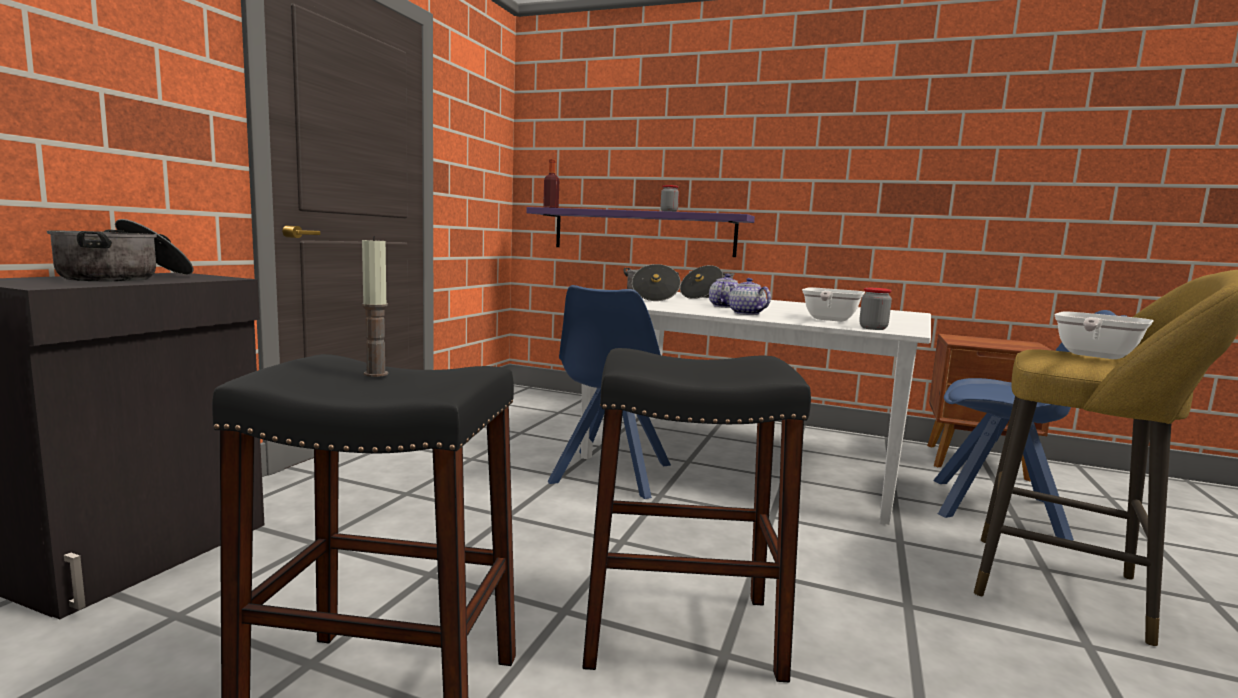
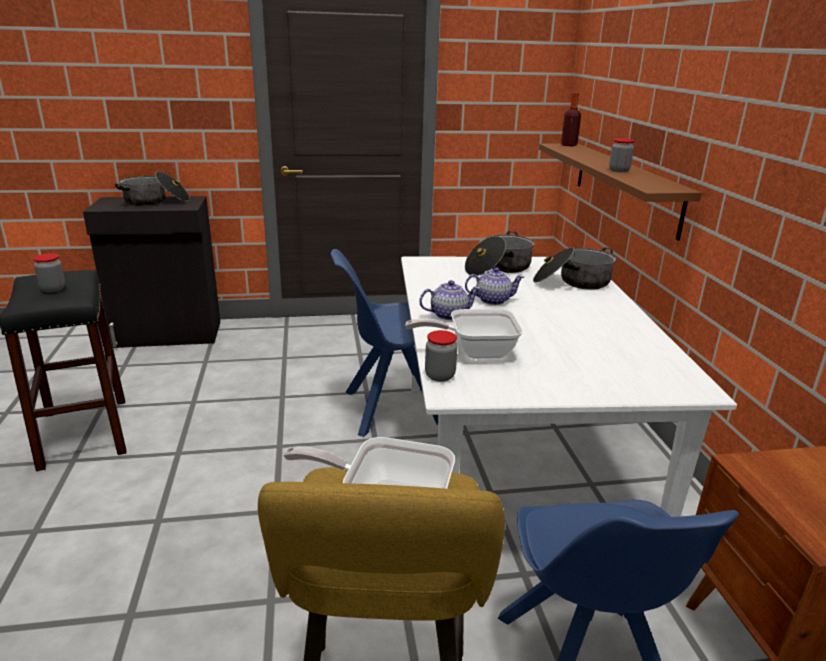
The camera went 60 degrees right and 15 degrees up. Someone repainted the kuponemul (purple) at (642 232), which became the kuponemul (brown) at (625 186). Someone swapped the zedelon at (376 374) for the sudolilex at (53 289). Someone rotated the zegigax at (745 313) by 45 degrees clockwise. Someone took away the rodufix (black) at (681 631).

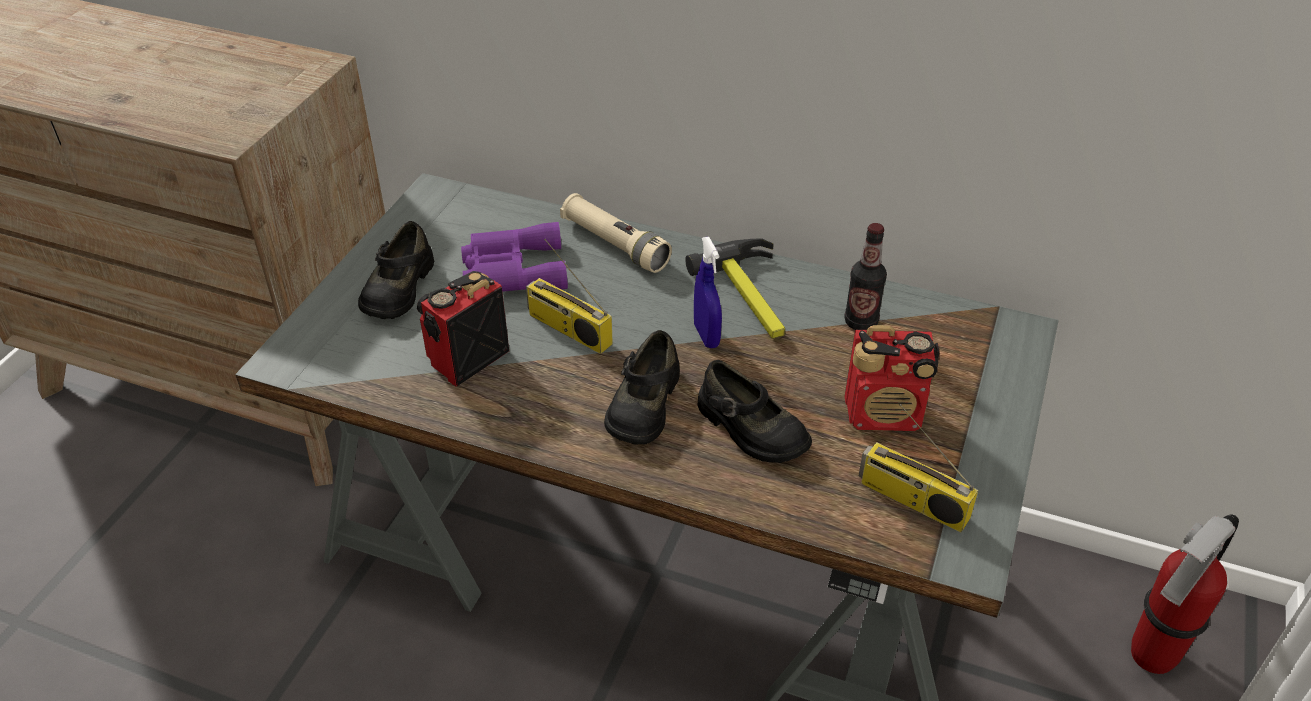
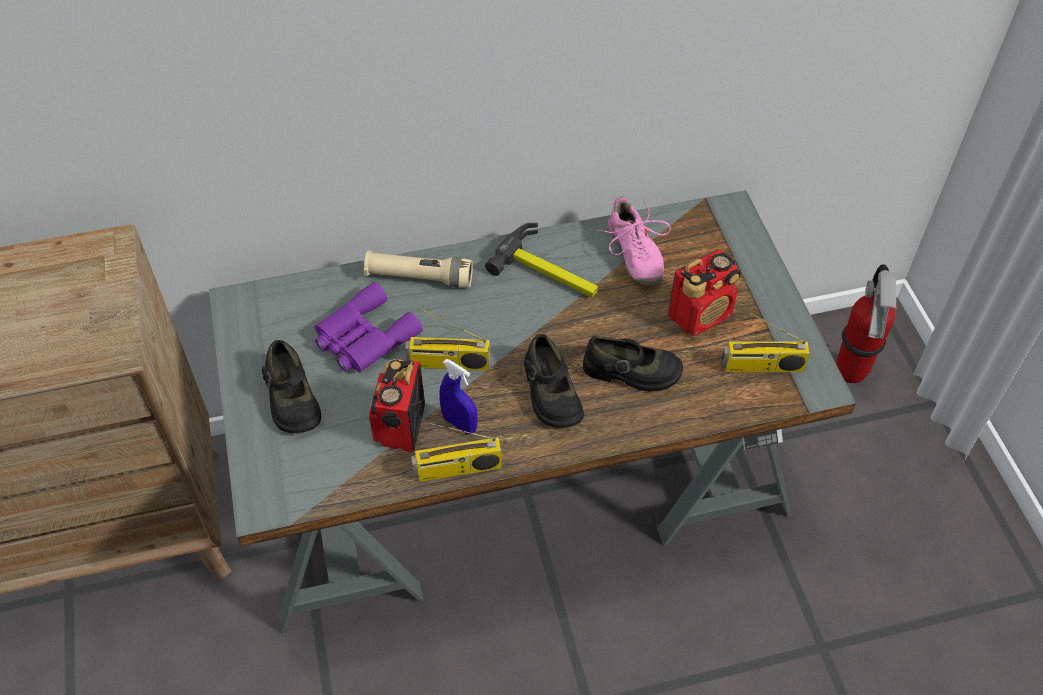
The camera went 35 degrees left and 10 degrees up. Someone swapped the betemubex at (861 322) for the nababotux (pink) at (633 254). Someone carried the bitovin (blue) from (706 336) to (459 424). Someone put down the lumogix at (457 469).

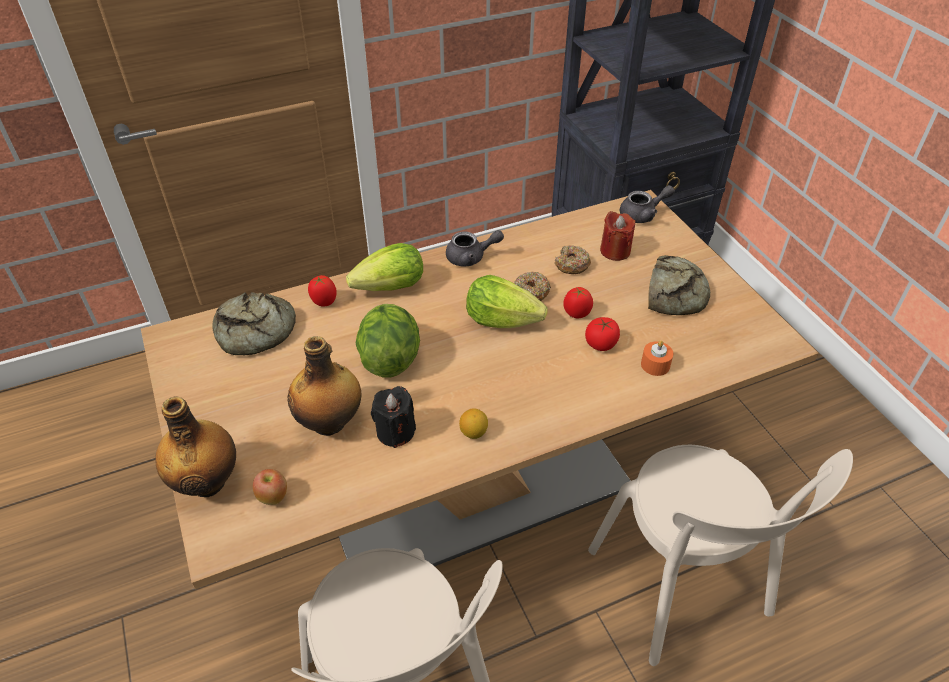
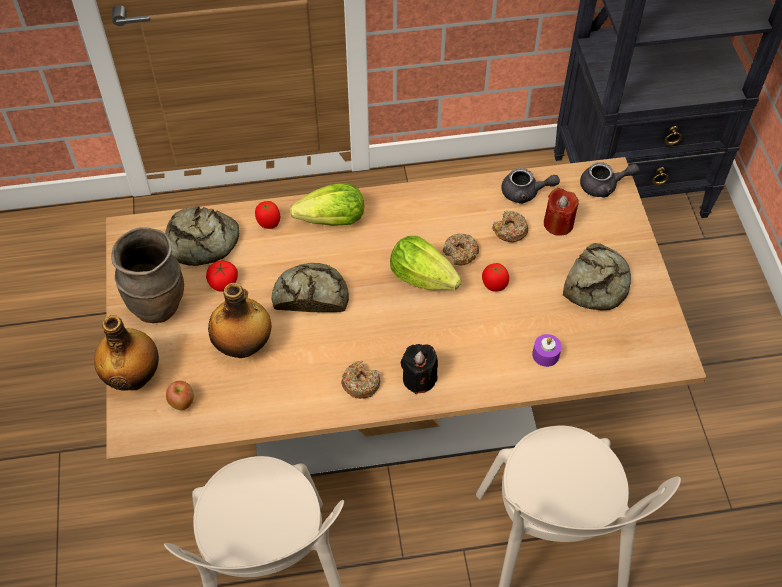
The camera went 15 degrees right and 10 degrees up. Someone carried the zegigax (grey) from (471 257) to (525 193). Someone swapped the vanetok at (389 358) for the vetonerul at (310 294). Someone carried the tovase from (601 344) to (223 283). Someone repainted the zedelon (orange) at (655 365), which became the zedelon (purple) at (545 355). Someone carried the zedelon (black) from (395 431) to (419 379). Someone swapped the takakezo at (474 432) for the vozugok at (360 383). Someone put down the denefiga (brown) at (158 306).

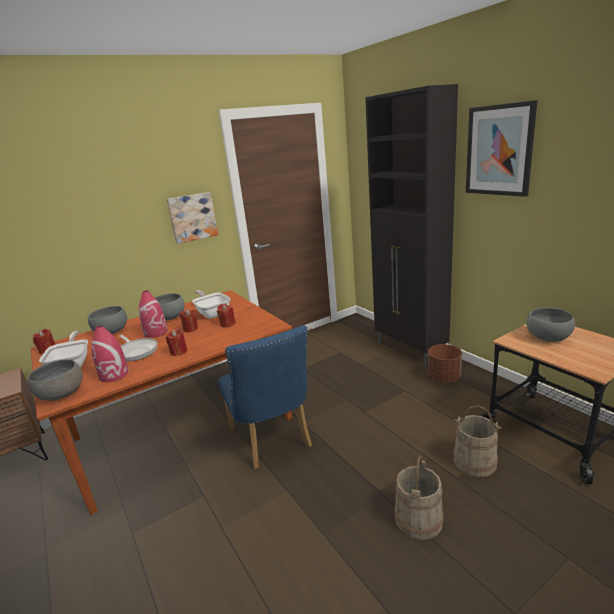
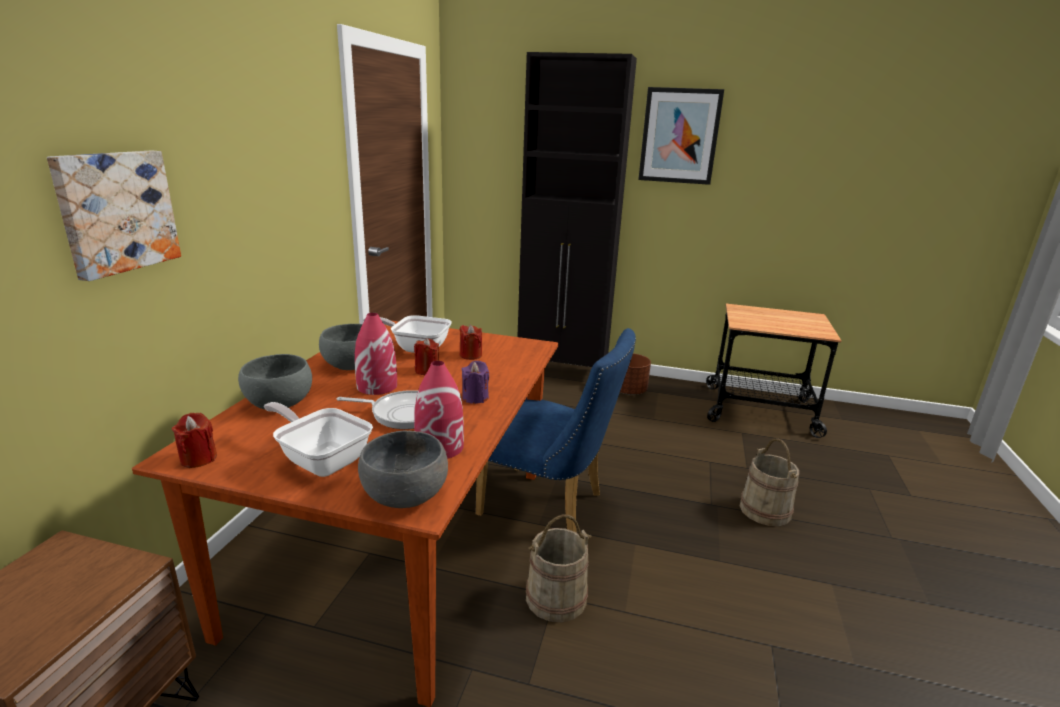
The camera went 45 degrees left and 0 degrees up. Someone carried the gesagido from (192 217) to (116 212). Someone took away the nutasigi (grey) at (547 337). Someone repainted the zedelon (red) at (178 352), which became the zedelon (purple) at (475 398). Someone carried the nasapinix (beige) from (474 461) to (556 597).

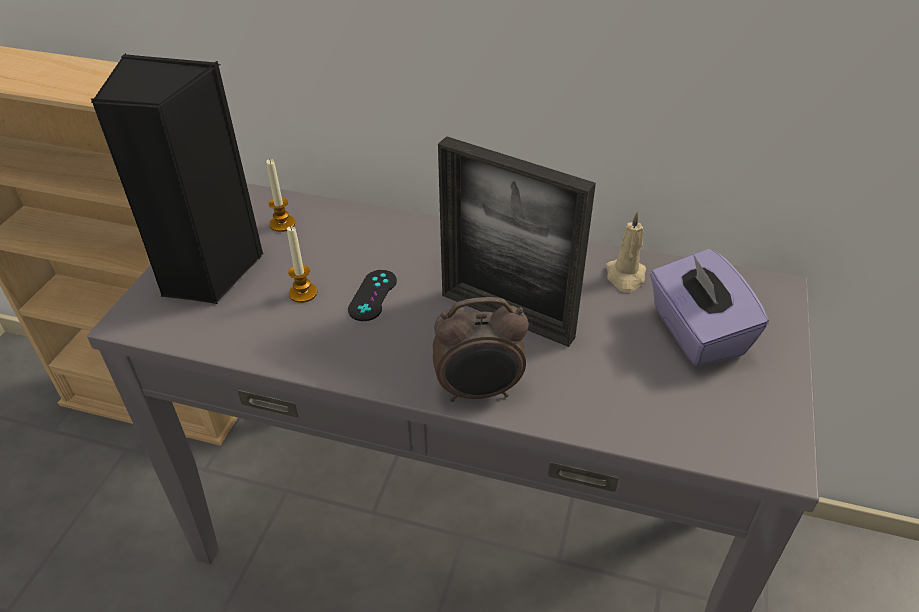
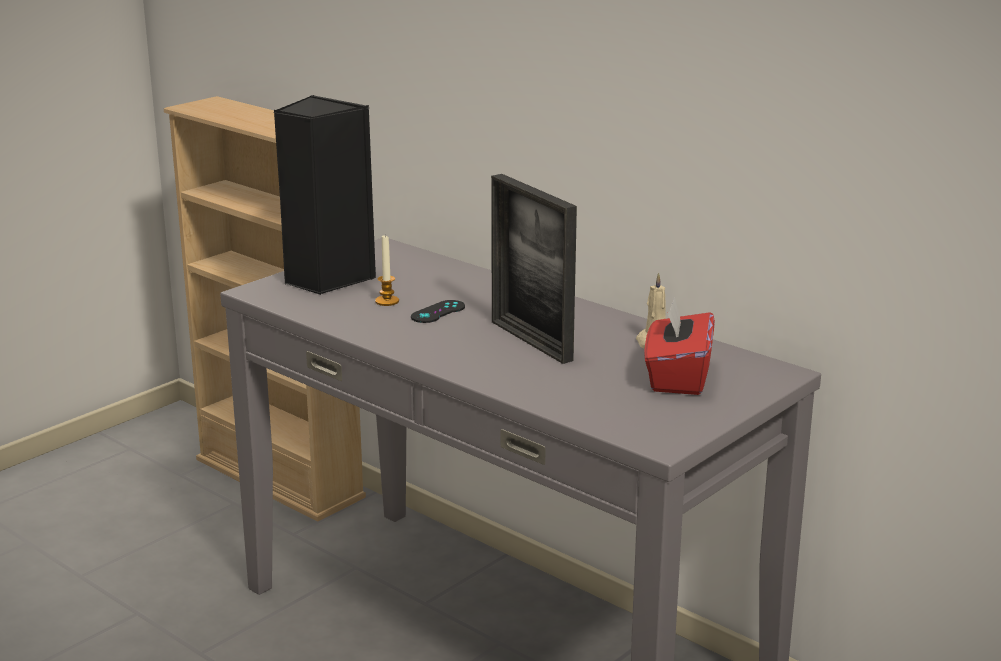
The camera went 25 degrees right and 20 degrees down. Someone took away the zedelon at (282 224). Someone repainted the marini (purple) at (695 332), which became the marini (red) at (677 378). Someone took away the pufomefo at (479 392).

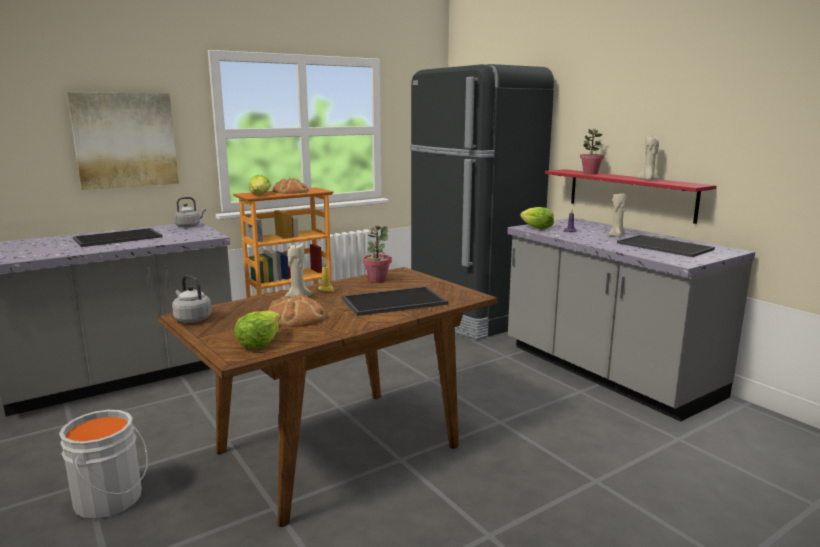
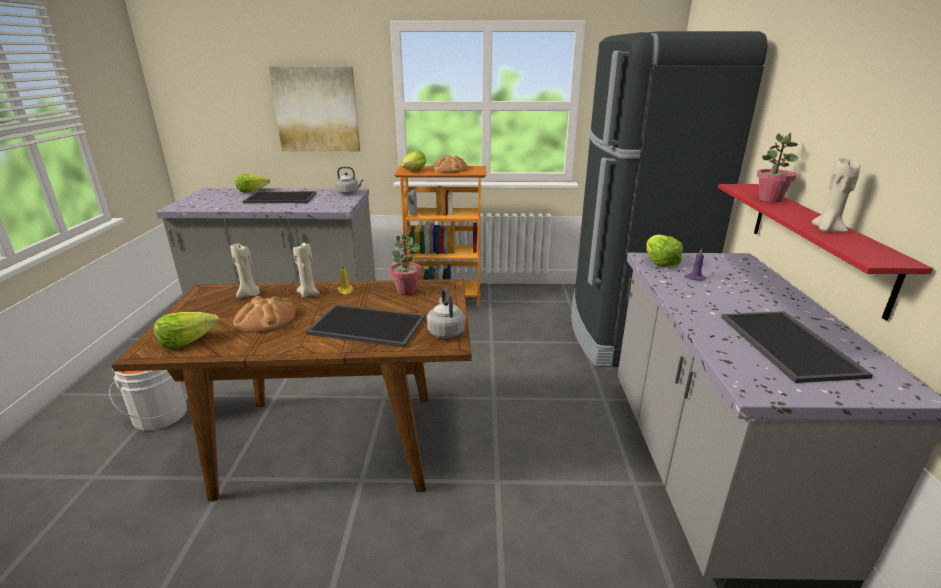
The camera went 35 degrees right and 10 degrees up. Someone carried the zedelon (beige) from (616 236) to (250 295). Someone carried the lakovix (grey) from (191 319) to (445 331). Someone put down the vanetok at (252 191).

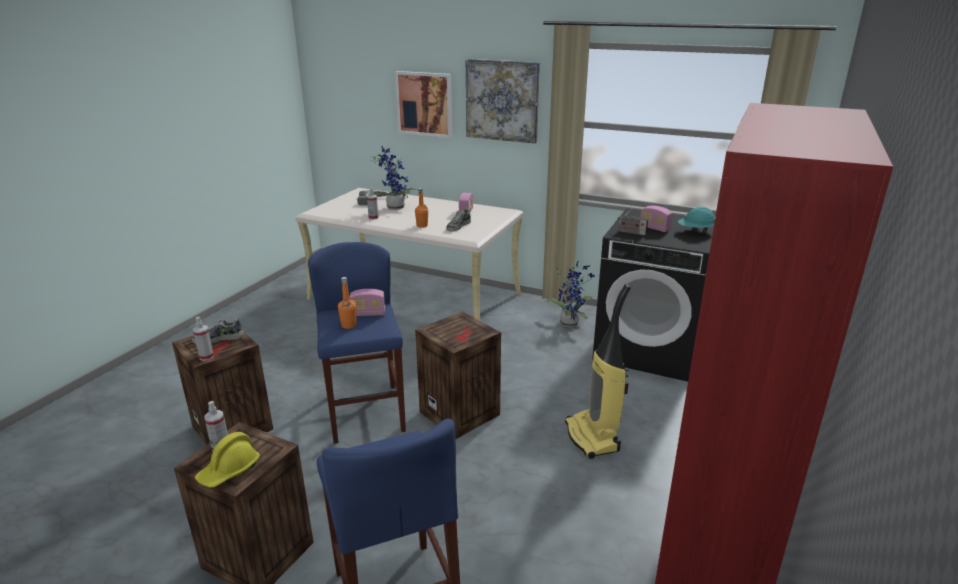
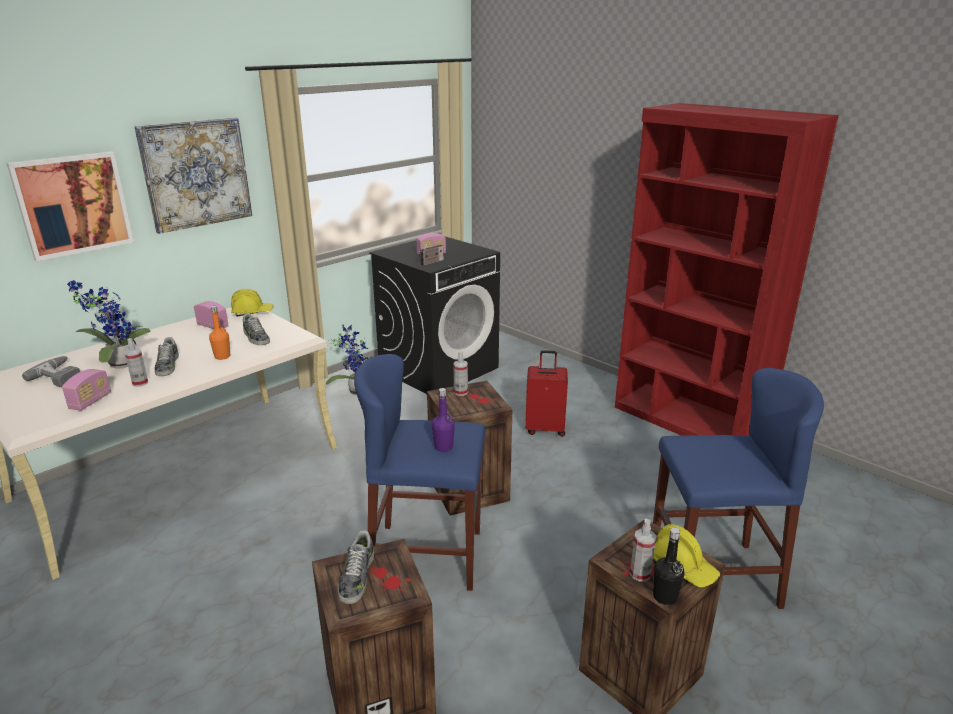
The camera went 70 degrees left and 0 degrees up. Someone took away the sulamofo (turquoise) at (695 232). Someone repainted the betemubex (orange) at (349 325), which became the betemubex (purple) at (443 447). Someone swapped the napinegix at (593 437) for the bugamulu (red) at (545 428). Someone carried the lumogix from (368 314) to (90 401). Someone carried the bitovin from (206 357) to (460 392). Someone put down the sulamofo (yellow) at (252 312). Someone put down the nababotux at (167 365). Someone put down the betemubex (black) at (664 597).

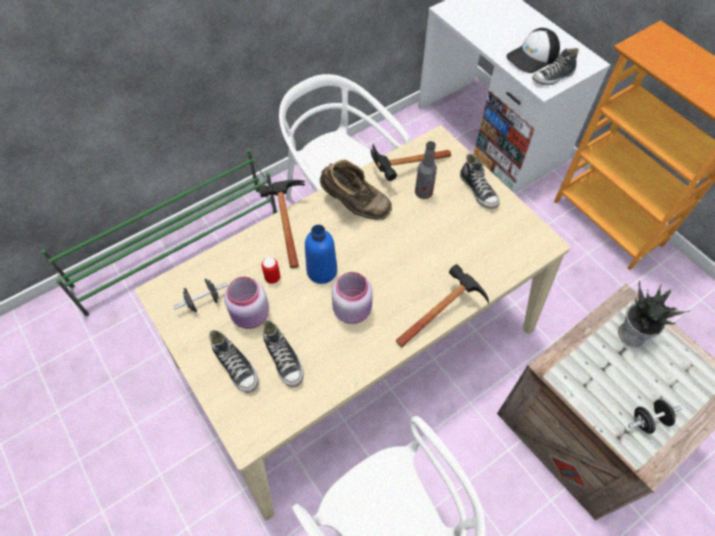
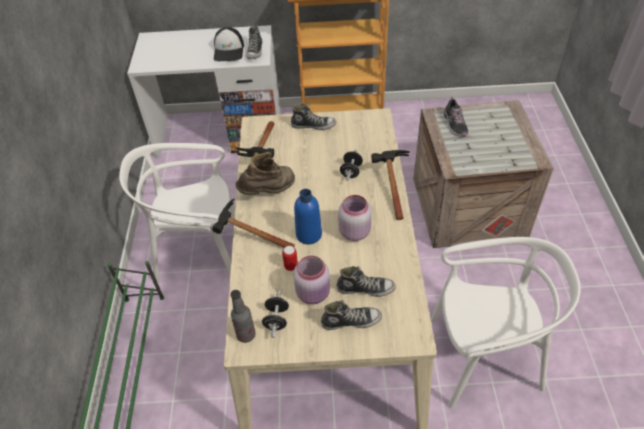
The camera went 55 degrees left and 10 degrees down. Someone carried the betemubex from (423 193) to (246 335). Someone swapped the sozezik at (632 333) for the nababotux at (455 124). Someone carried the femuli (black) from (648 420) to (351 172).

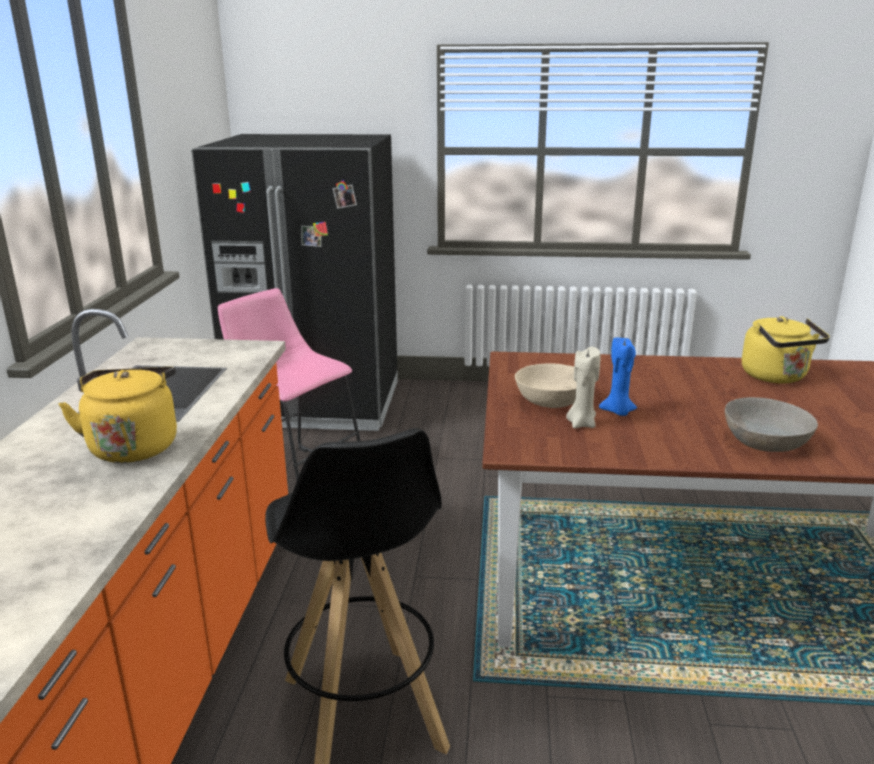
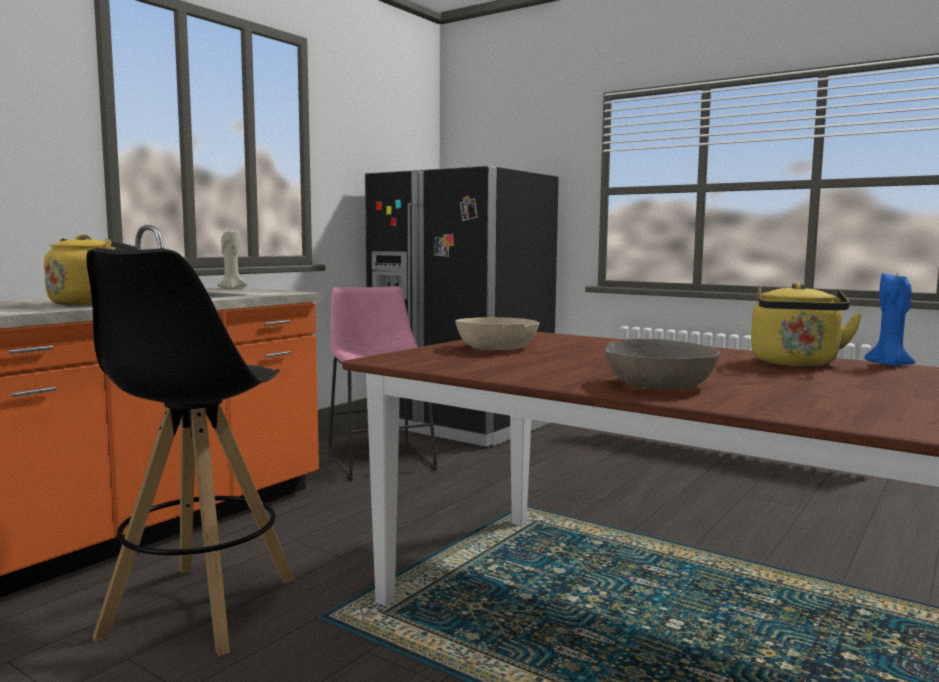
The camera went 30 degrees right and 15 degrees down. Someone carried the zedelon (blue) from (618 412) to (889 365). Someone carried the zedelon (beige) from (581 424) to (231 288).

